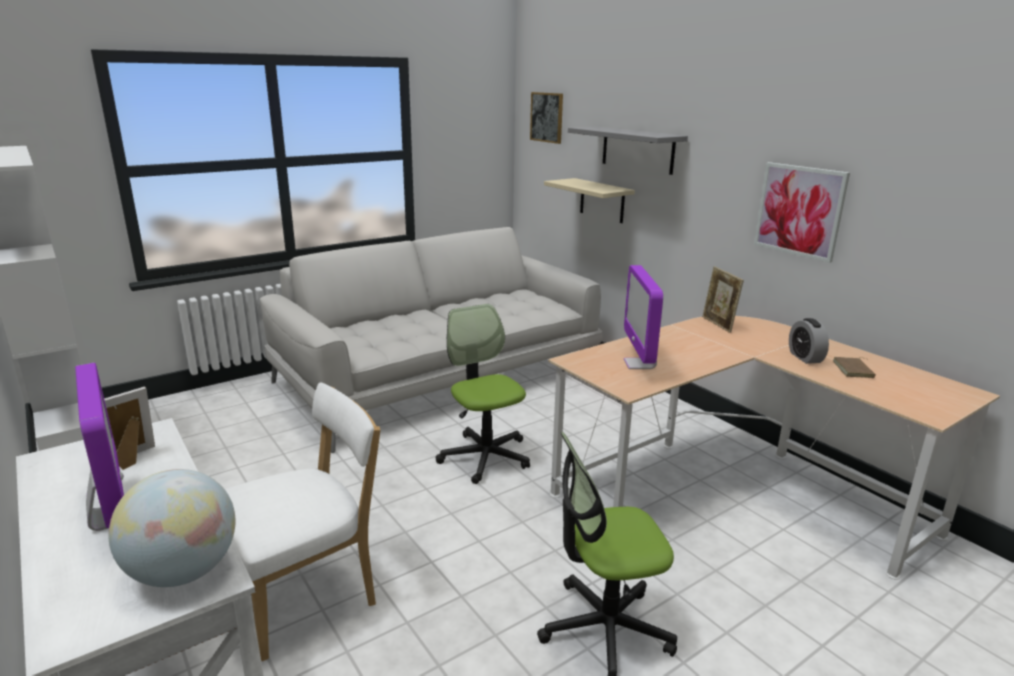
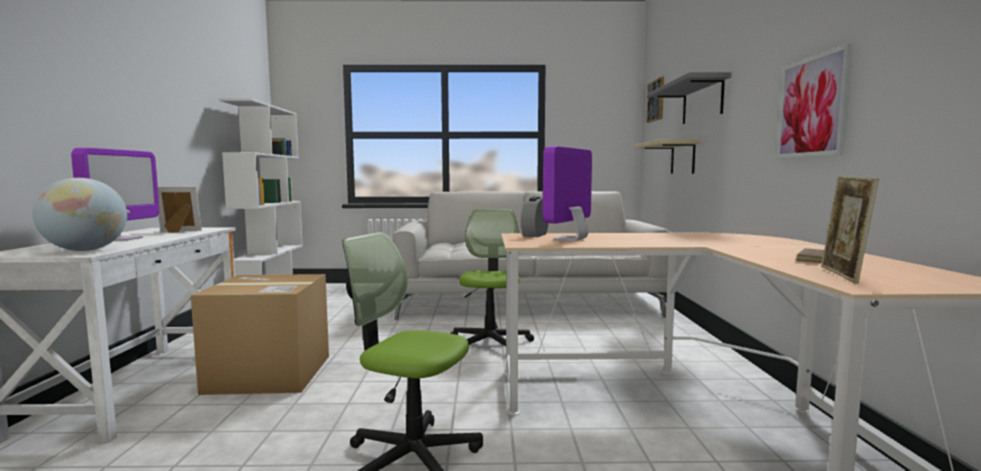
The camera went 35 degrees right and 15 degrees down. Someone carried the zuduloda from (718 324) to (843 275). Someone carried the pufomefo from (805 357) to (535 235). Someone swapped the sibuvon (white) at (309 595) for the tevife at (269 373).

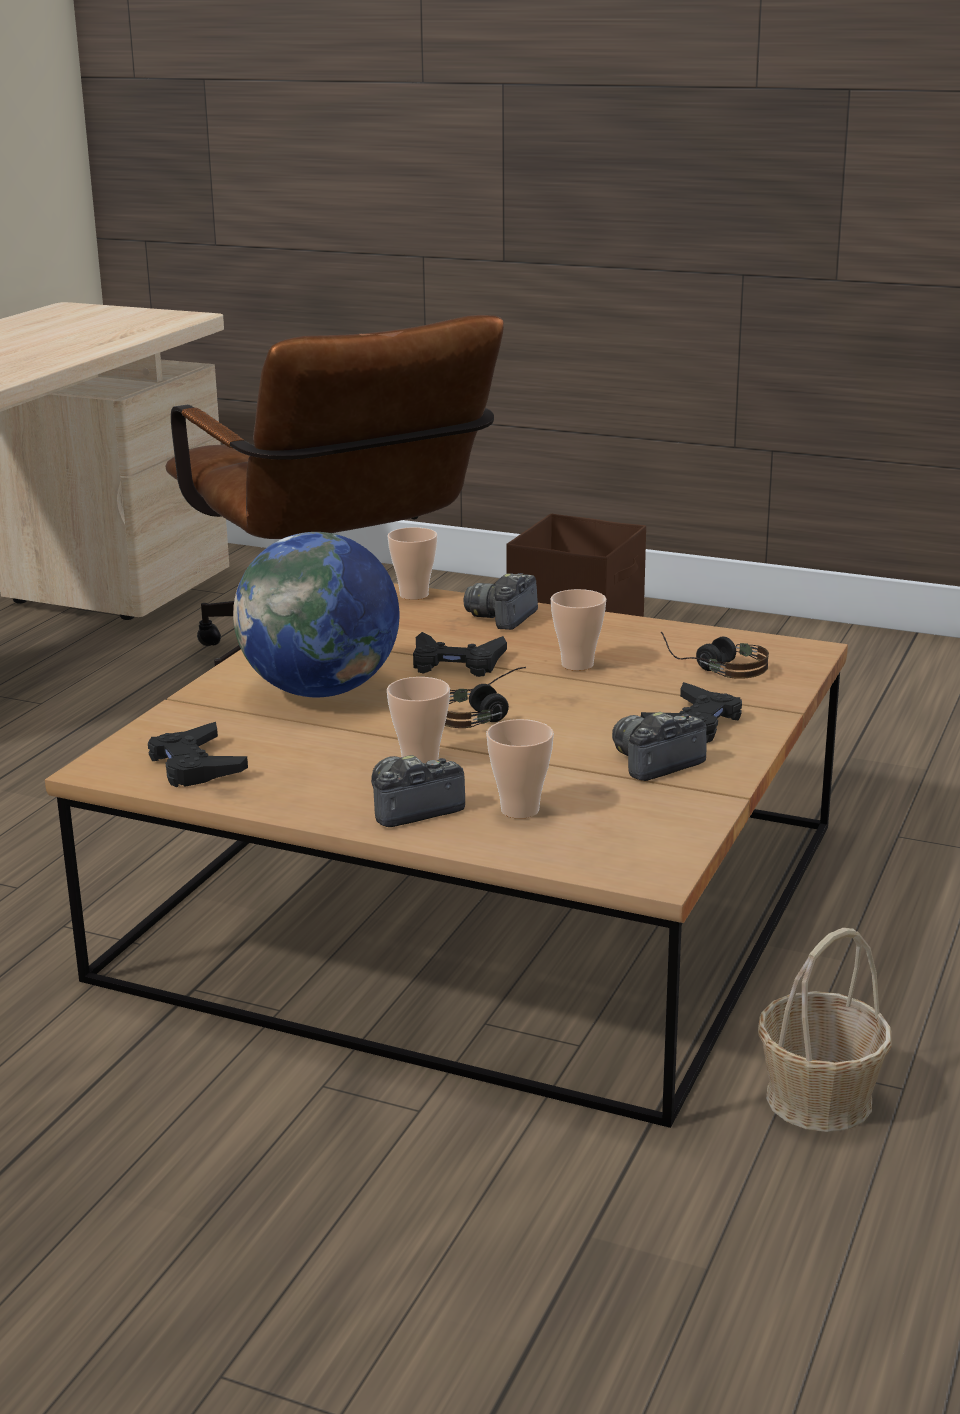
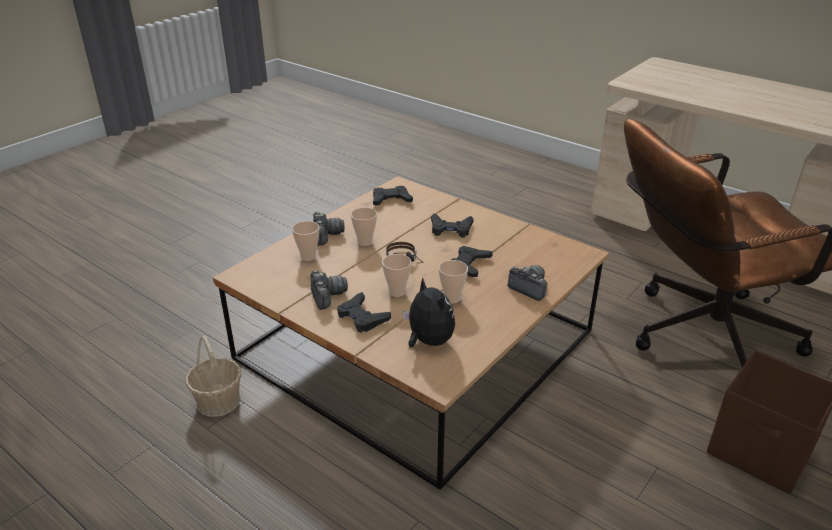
The camera went 105 degrees right and 10 degrees up. Someone carried the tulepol from (414 595) to (397 292). Someone swapped the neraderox at (321 691) for the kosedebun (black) at (451 229). Someone swapped the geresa at (714 668) for the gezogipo at (428 341).

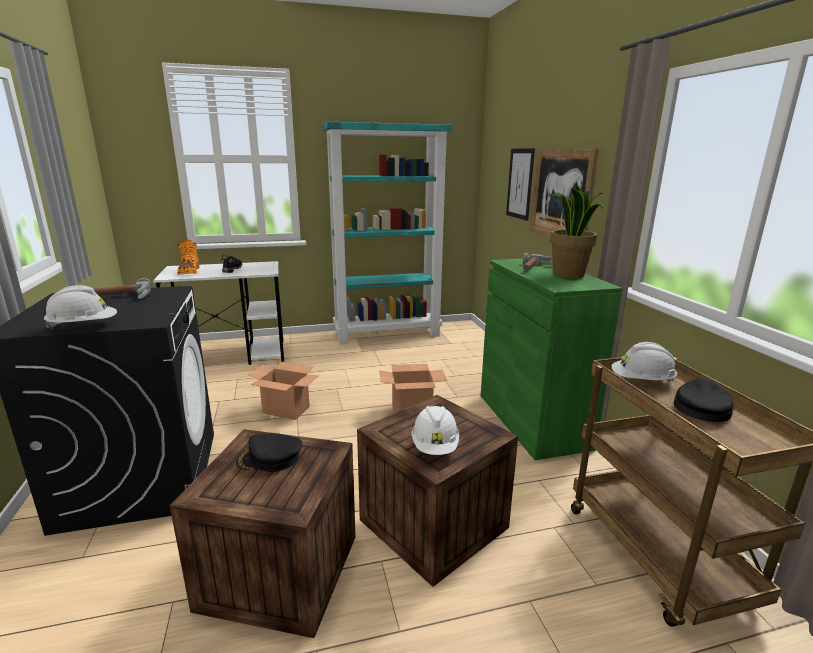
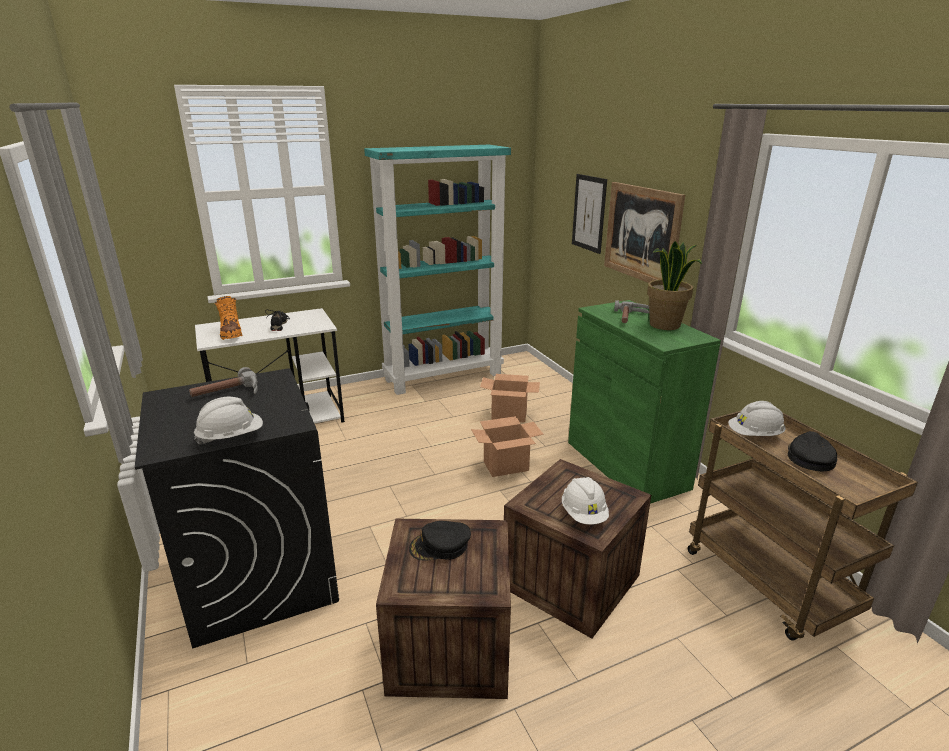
The camera went 10 degrees left and 5 degrees up. Someone carried the tevife from (287 410) to (509 415).

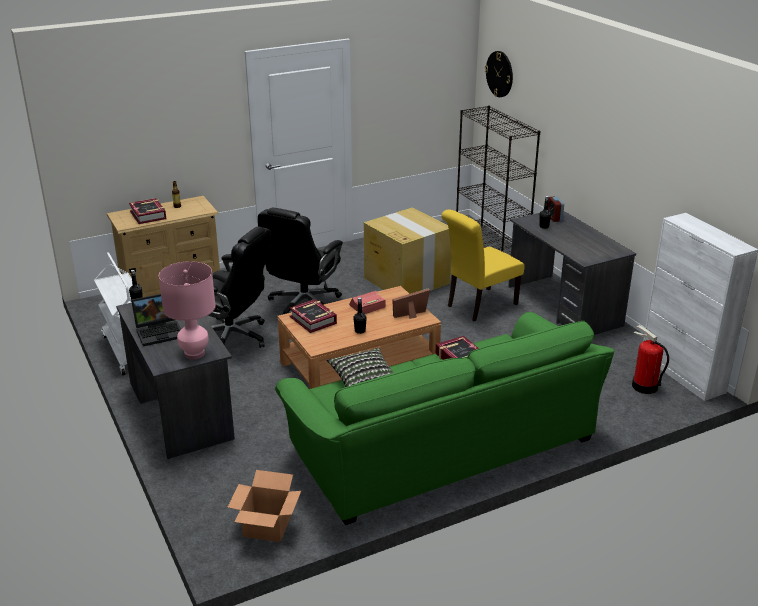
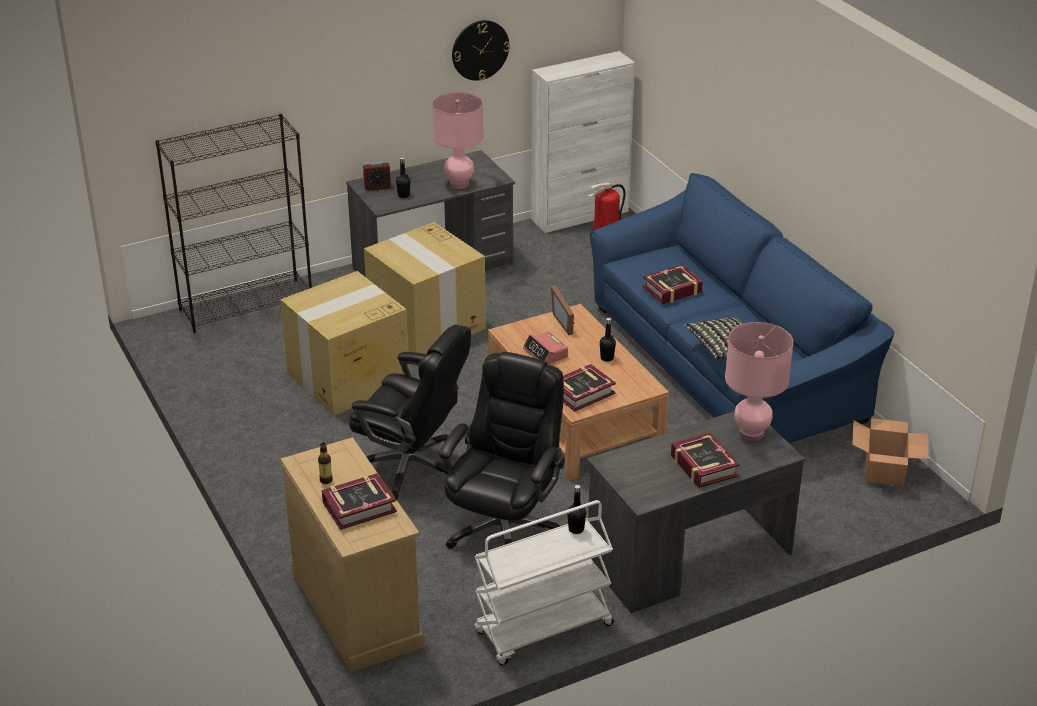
The camera went 90 degrees left and 5 degrees up. Someone carried the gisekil from (499 74) to (480 50). Someone swapped the sibuvon (yellow) at (478 306) for the tevife at (427 325). Someone swapped the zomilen at (160 332) for the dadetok at (703 466). Someone repainted the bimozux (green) at (441 443), which became the bimozux (blue) at (724 362). Someone put down the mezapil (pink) at (459 184).

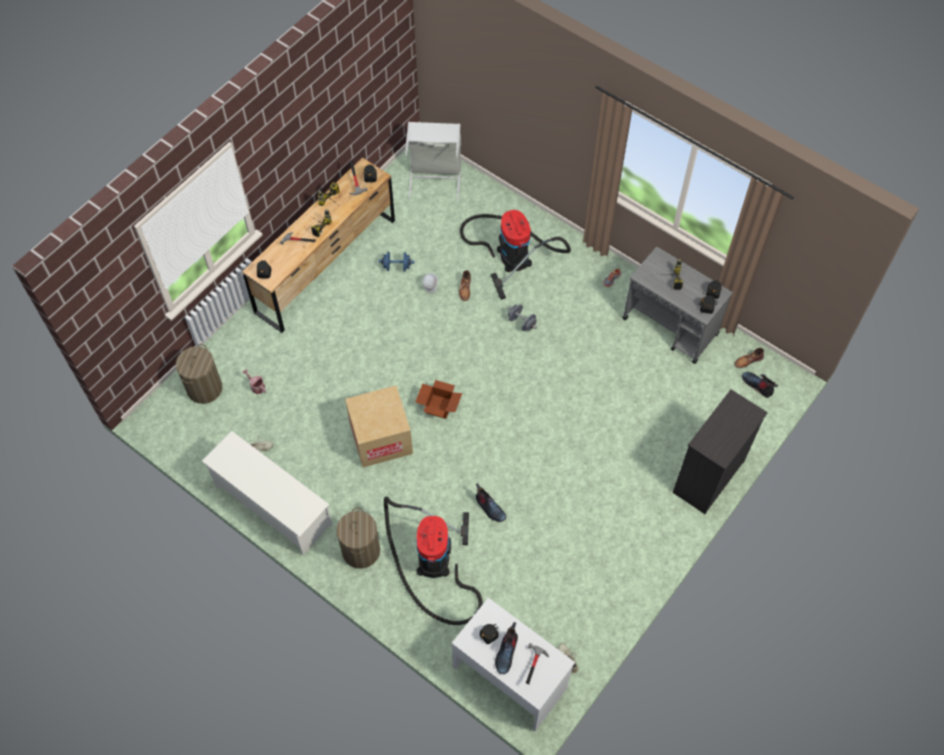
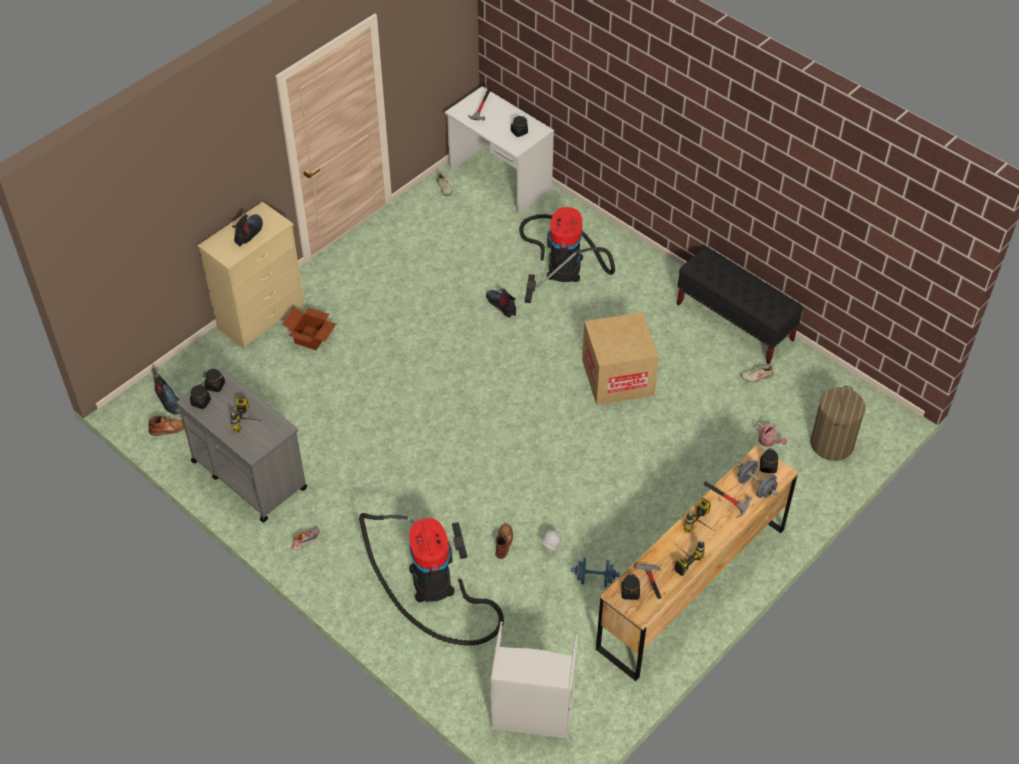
The camera went 175 degrees left and 10 degrees down. Someone carried the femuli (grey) from (521 322) to (755 487). Someone carried the tevife from (438 406) to (311 338). Someone repainted the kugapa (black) at (707 477), which became the kugapa (beige) at (262 317). Someone swapped the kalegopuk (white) at (272 506) for the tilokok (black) at (735 322). Someone took away the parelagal at (361 550). Someone carried the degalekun from (506 652) to (249 233).

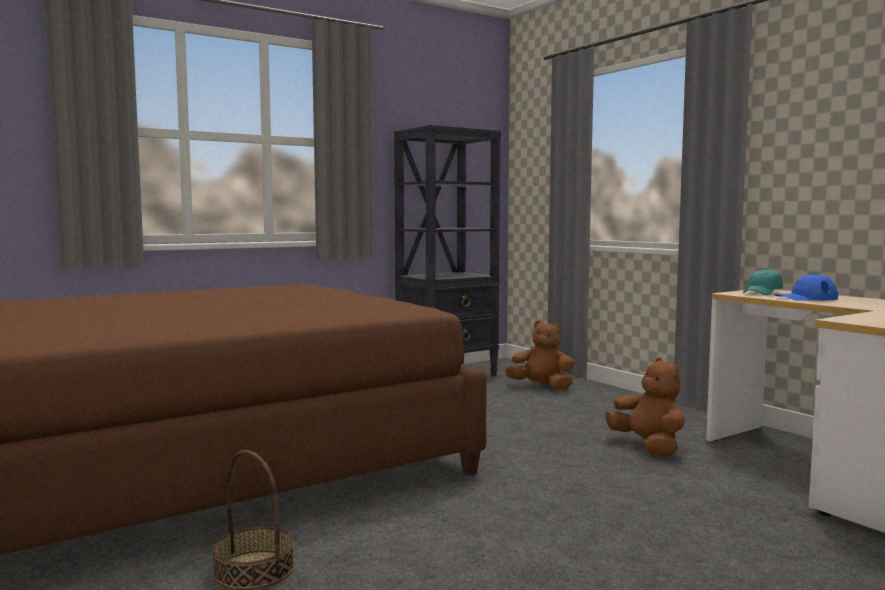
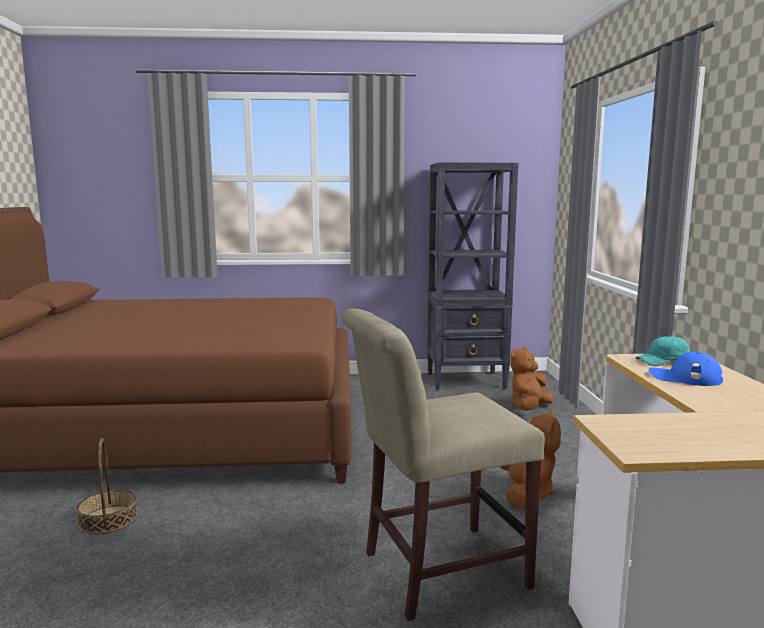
The camera went 30 degrees right and 5 degrees up. Someone rotated the gezogipo (brown) at (541 387) by 105 degrees counterclockwise. Someone put down the sibuvon (beige) at (435 571).

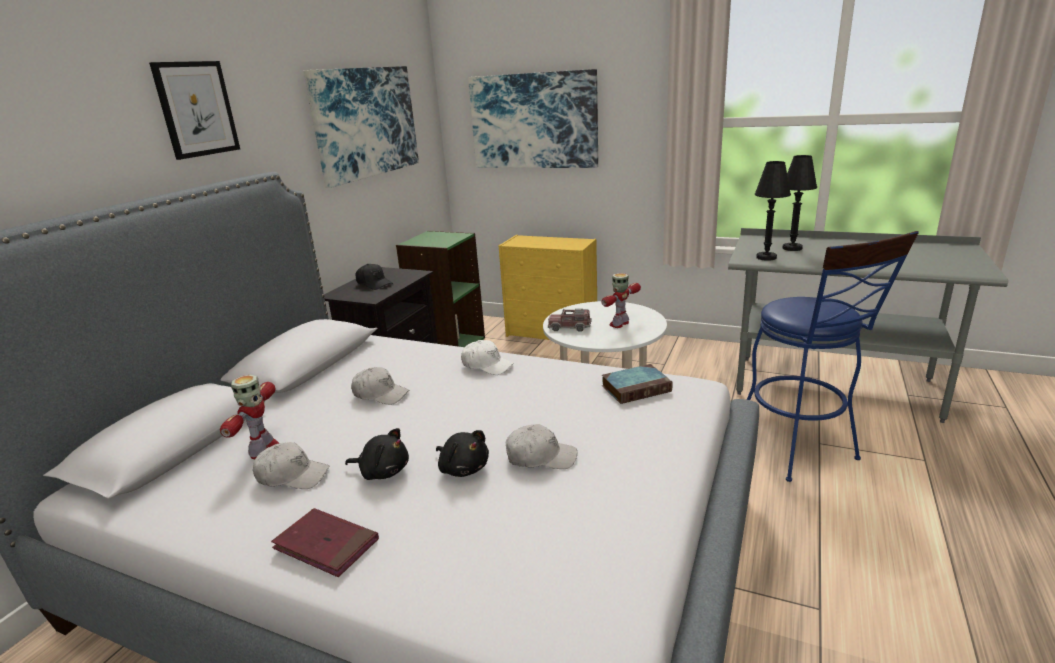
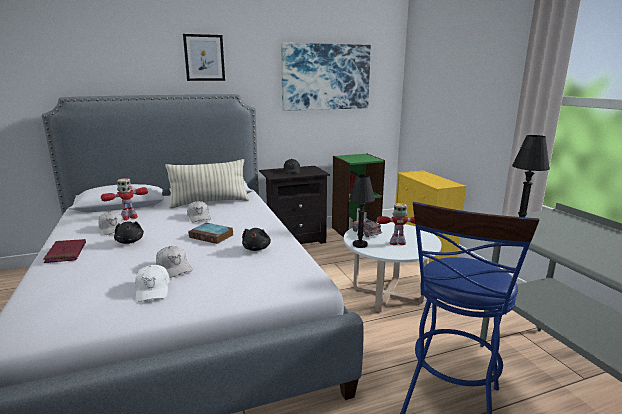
The camera went 45 degrees right and 5 degrees down. Someone took away the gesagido at (533 121). Someone carried the mezapil (black) from (792 248) to (360 245). Someone carried the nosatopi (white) from (487 365) to (153 289). Someone carried the dadetok from (637 388) to (212 236). Someone carried the gezogipo (black) from (463 468) to (257 248). Someone put down the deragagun at (210 203).

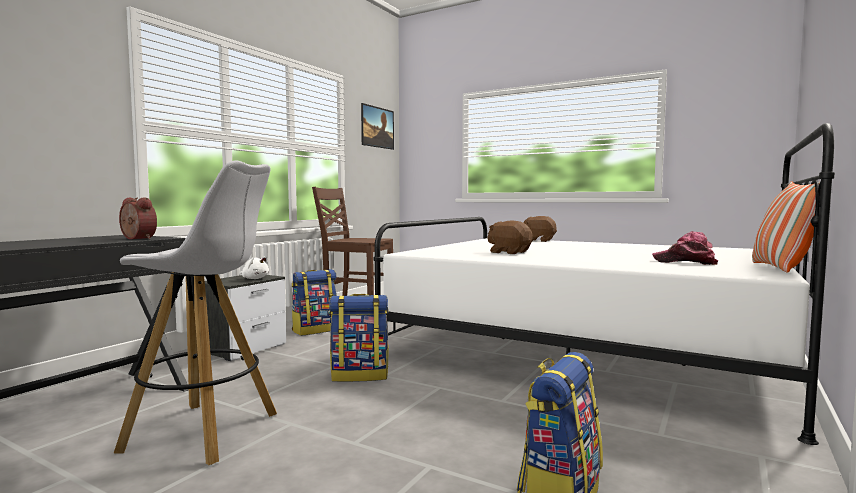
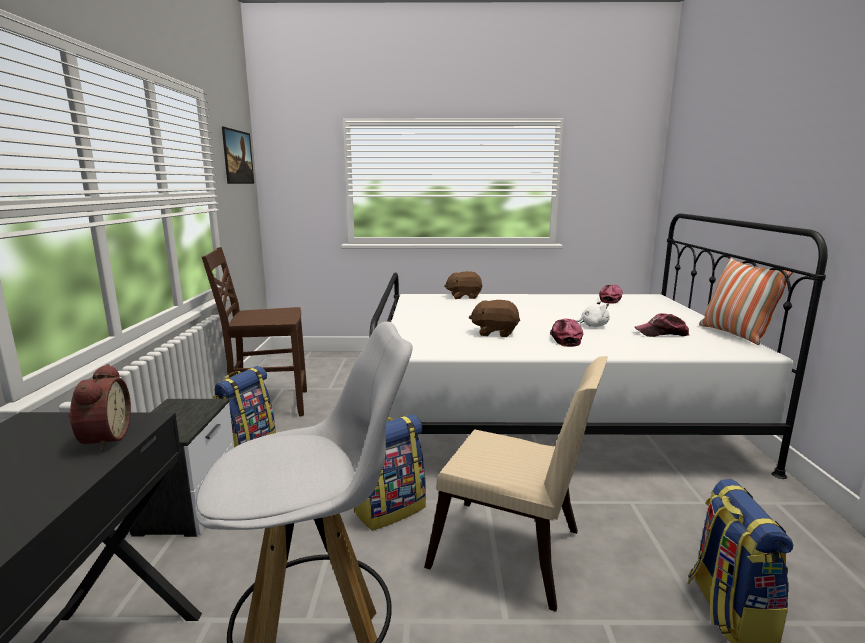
The camera went 30 degrees left and 10 degrees up. Someone rotated the pufomefo at (136 239) by 75 degrees clockwise. Someone carried the gezogipo (white) from (254 278) to (592 326). Someone put down the nosatopi at (564 338). Someone put down the sibuvon (beige) at (514 554).

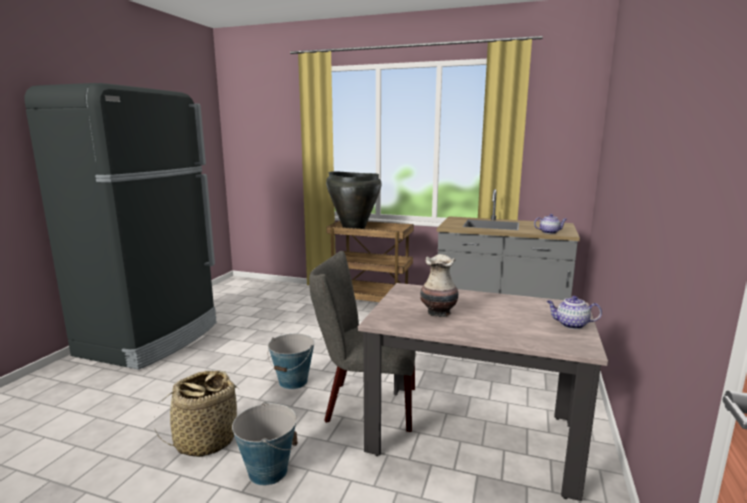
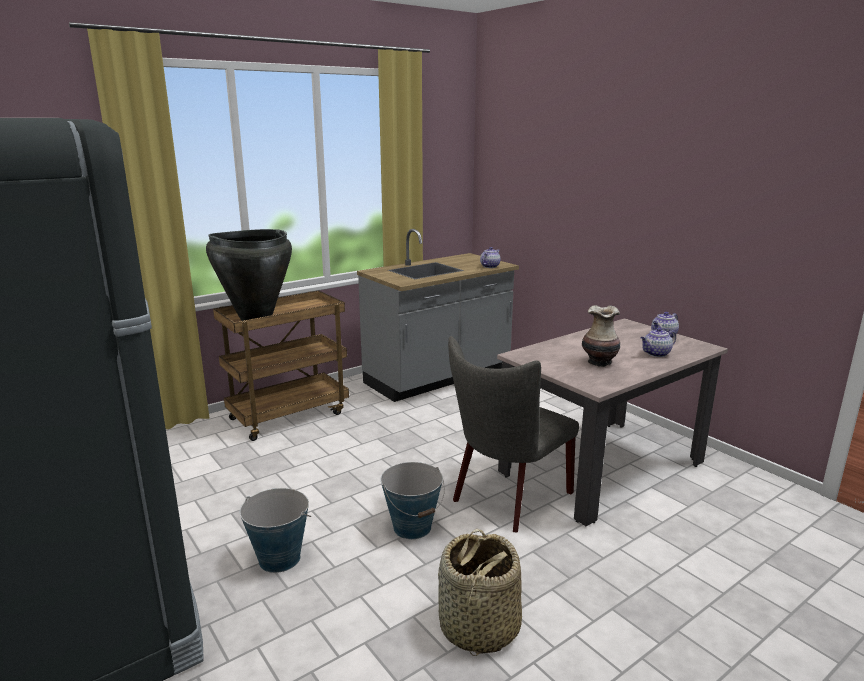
The camera went 55 degrees left and 5 degrees up. Someone carried the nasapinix from (268 471) to (279 558). Someone put down the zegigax at (656 354).

